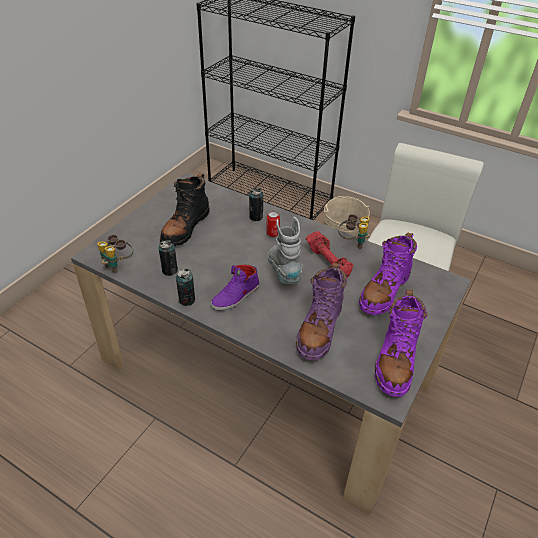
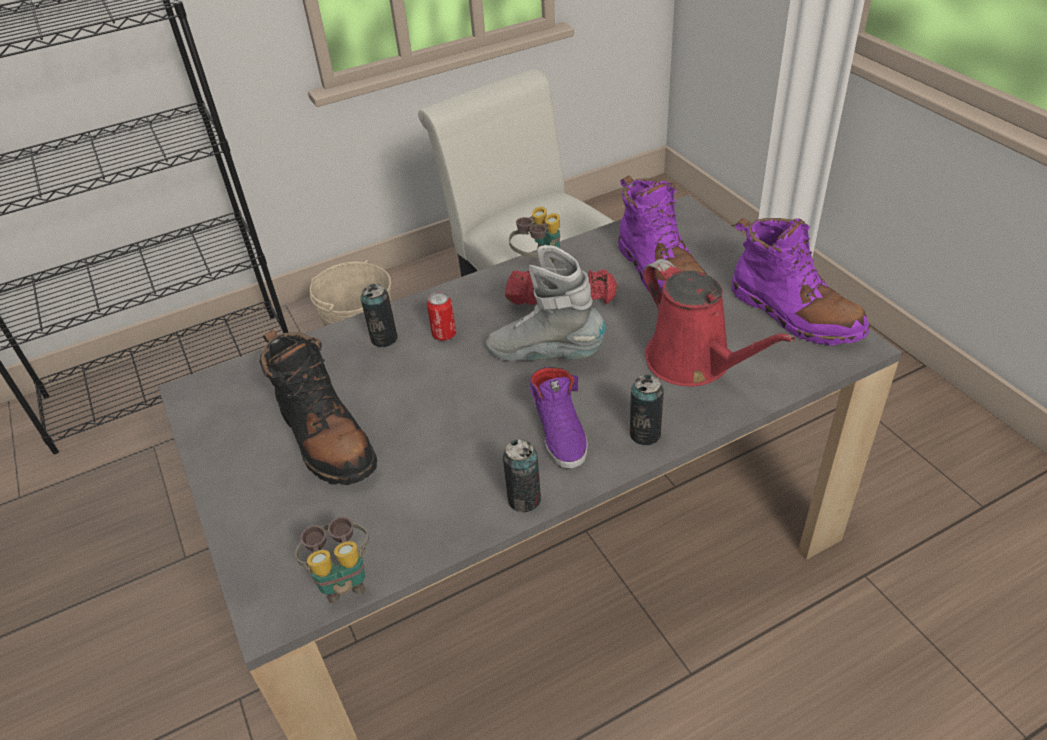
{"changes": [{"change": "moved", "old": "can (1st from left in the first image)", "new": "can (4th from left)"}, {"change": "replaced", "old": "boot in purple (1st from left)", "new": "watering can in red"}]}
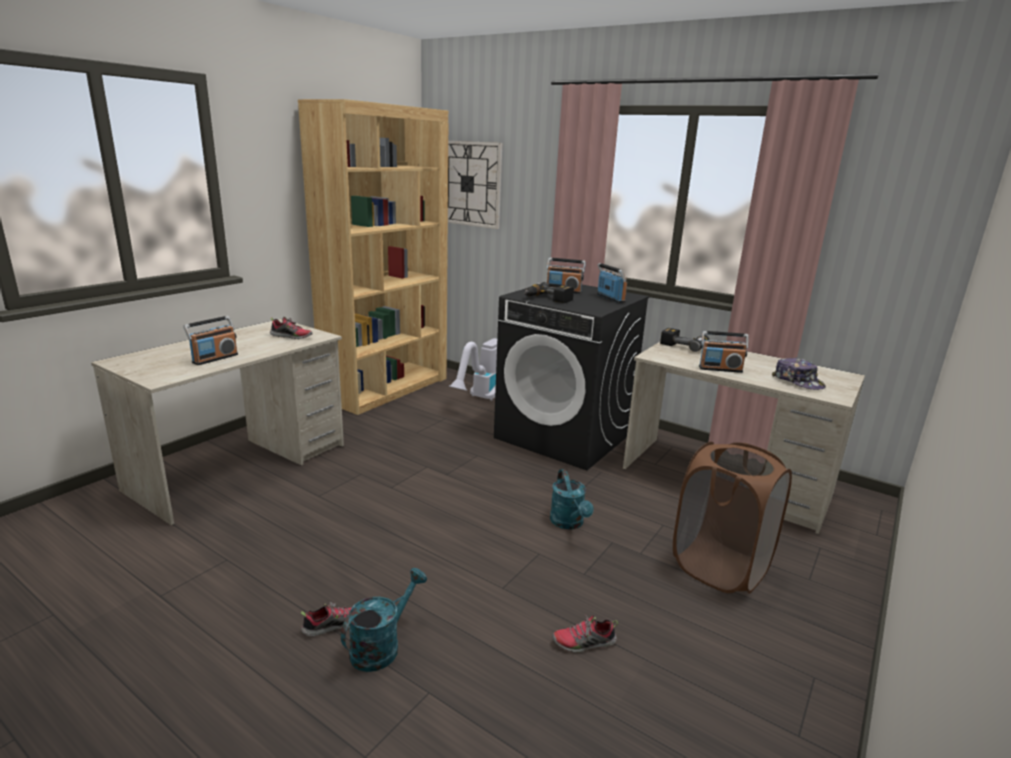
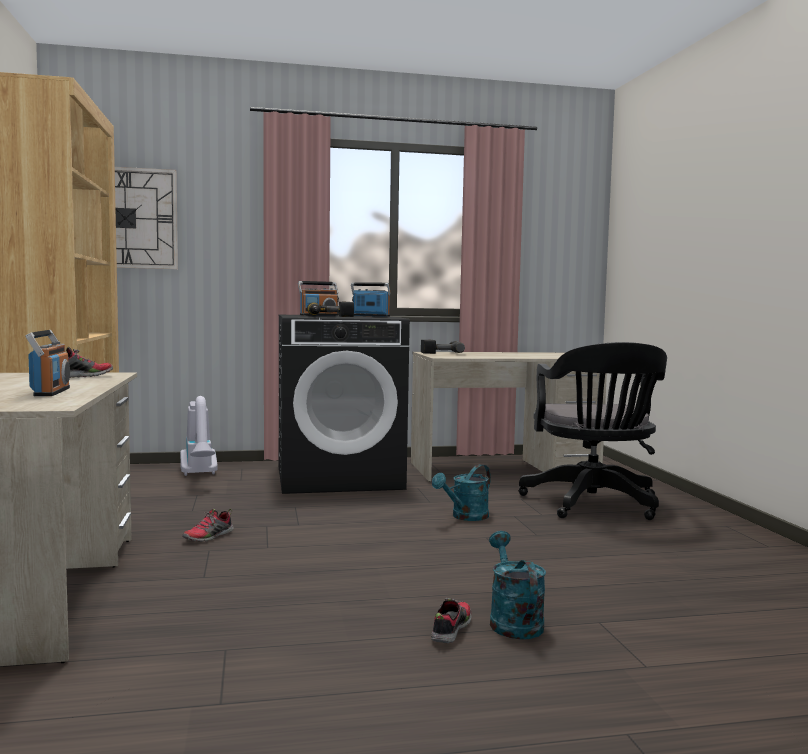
{"changes": [{"change": "removed", "old": "radio (4th from left)"}, {"change": "removed", "old": "cap"}, {"change": "replaced", "old": "laundry basket in brown", "new": "office chair in black"}, {"change": "turned", "old": "watering can in turquoise (2nd from left in the first image)", "degrees": 105}, {"change": "moved", "old": "shoe (3rd from left in the first image)", "new": "shoe (2nd from left)"}]}
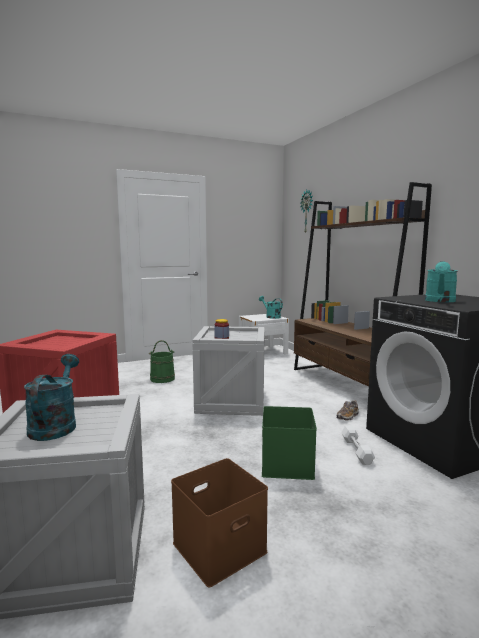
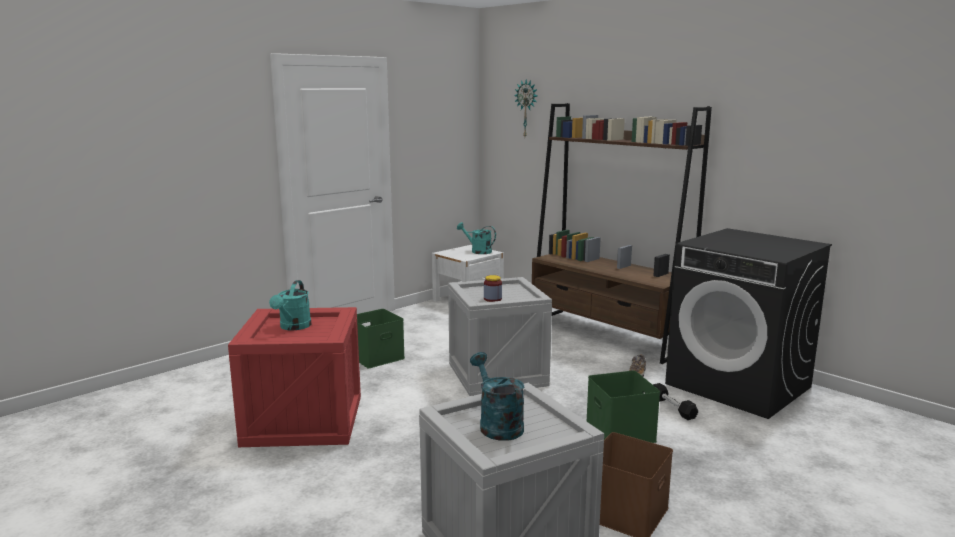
{"changes": [{"change": "moved", "old": "watering can in turquoise (3rd from left in the first image)", "new": "watering can in turquoise (1st from left)"}, {"change": "replaced", "old": "bucket in green", "new": "storage box in green (1st from left)"}, {"change": "recoloured", "old": "dumbbell in white", "new": "dumbbell in black"}]}
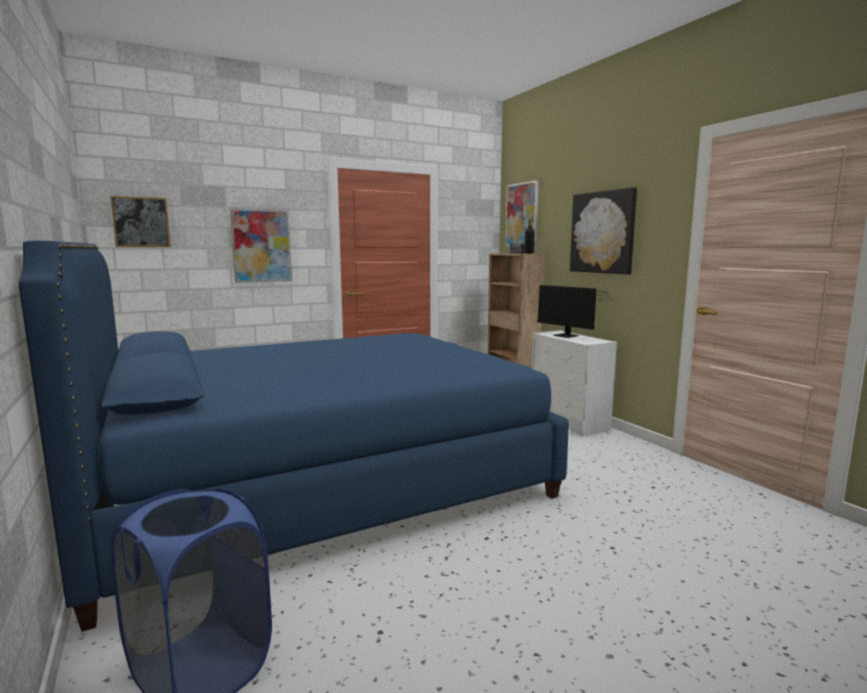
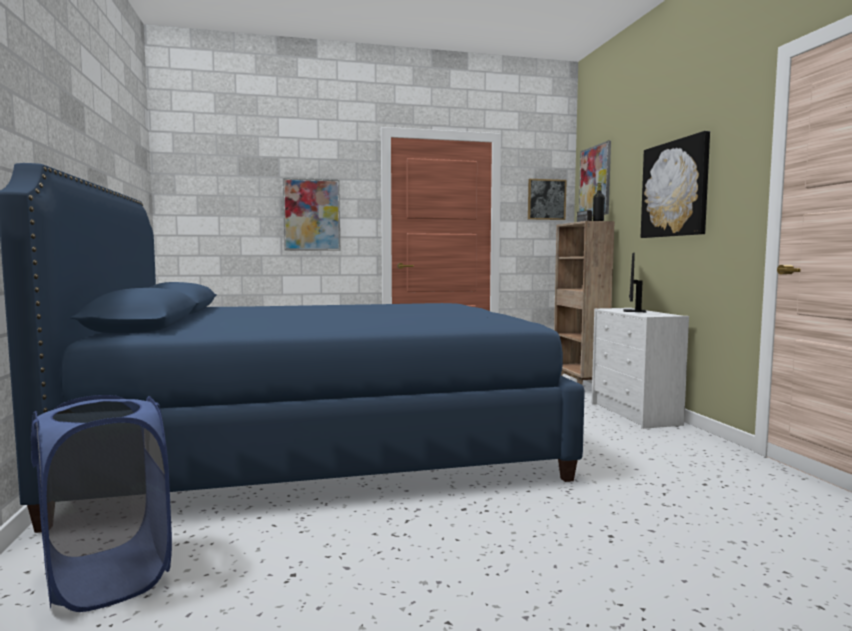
{"changes": [{"change": "moved", "old": "picture (1st from left in the first image)", "new": "picture (2nd from left)"}, {"change": "turned", "old": "monitor", "degrees": 45}]}
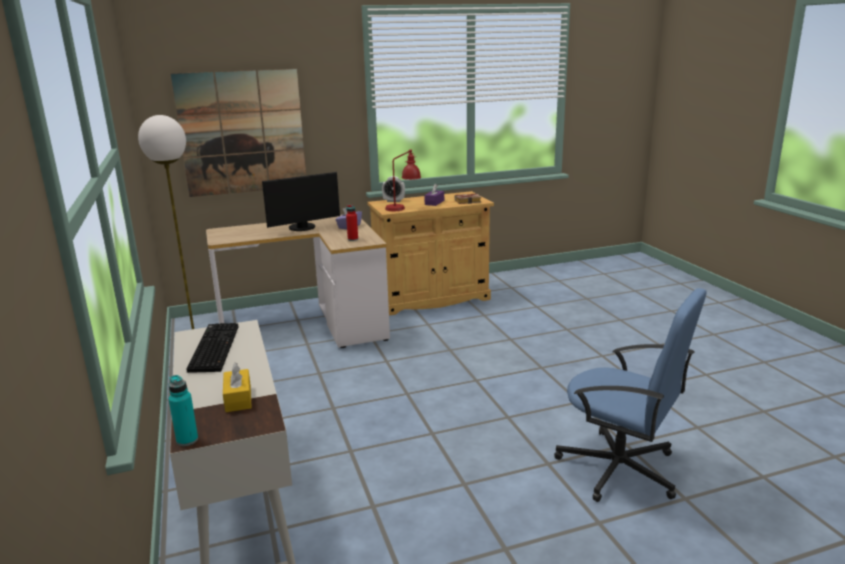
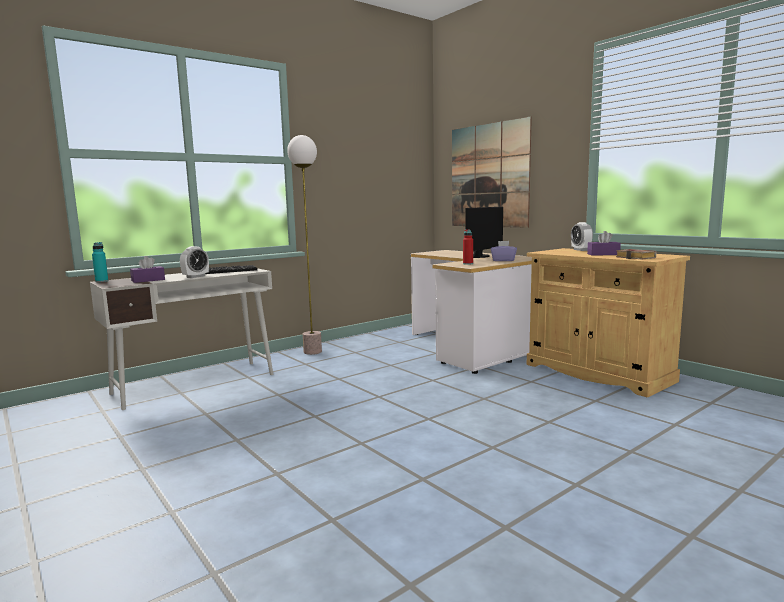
{"changes": [{"change": "removed", "old": "table lamp in red"}, {"change": "turned", "old": "monitor", "degrees": -90}, {"change": "removed", "old": "office chair in blue"}, {"change": "recoloured", "old": "tissue box in yellow", "new": "tissue box in purple (1st from left)"}, {"change": "added", "new": "alarm clock (1st from left)"}]}
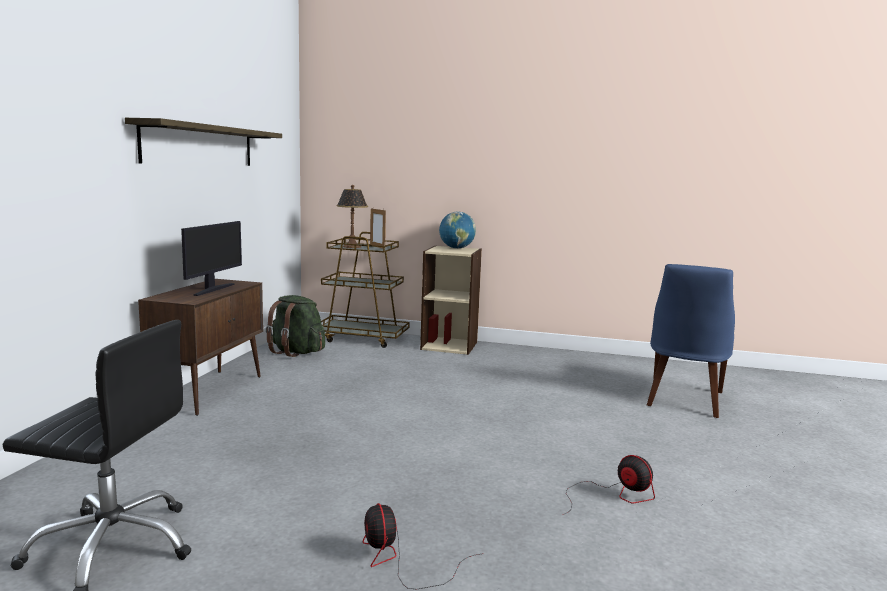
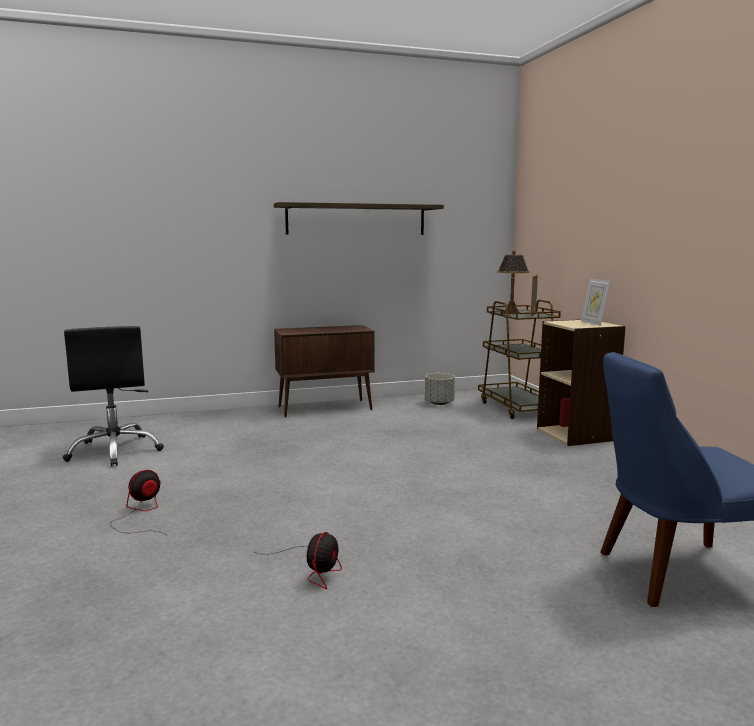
{"changes": [{"change": "replaced", "old": "globe", "new": "picture frame (2nd from left)"}, {"change": "removed", "old": "monitor"}, {"change": "replaced", "old": "backpack in green", "new": "planter in grey"}]}
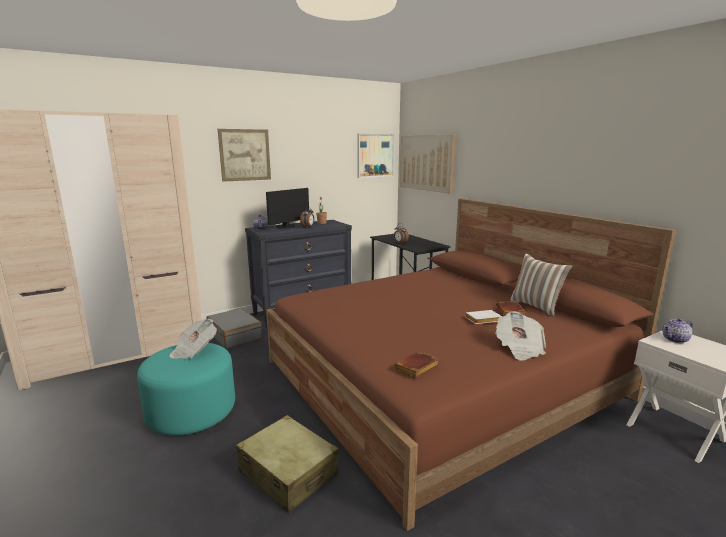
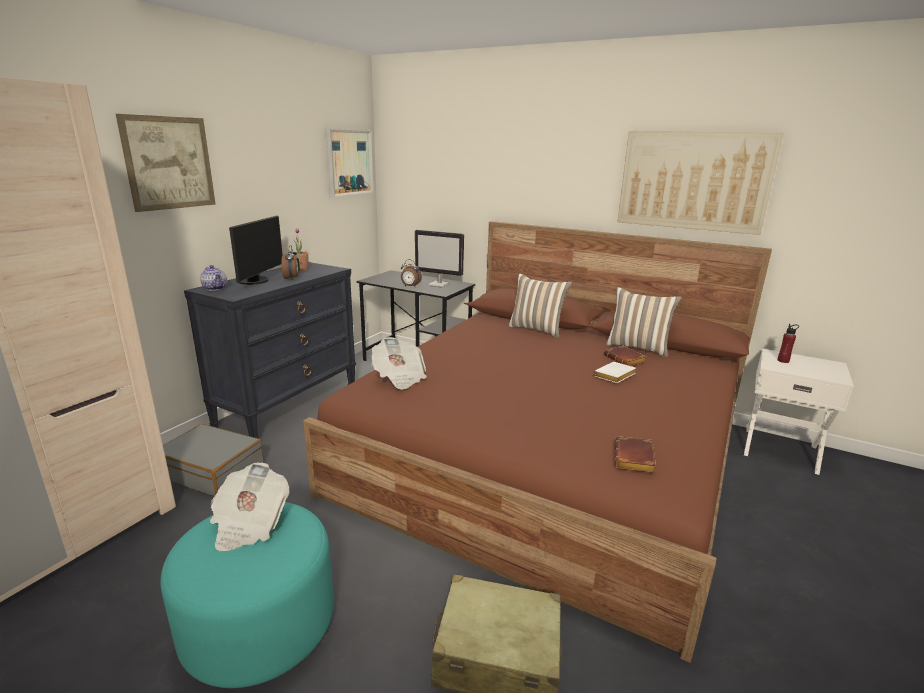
{"changes": [{"change": "moved", "old": "picture (3rd from left)"}, {"change": "moved", "old": "newspaper (2nd from left)"}, {"change": "replaced", "old": "teapot (2nd from left)", "new": "bottle in red"}, {"change": "added", "new": "monitor (2nd from left)"}, {"change": "added", "new": "pillow (1st from left)"}]}
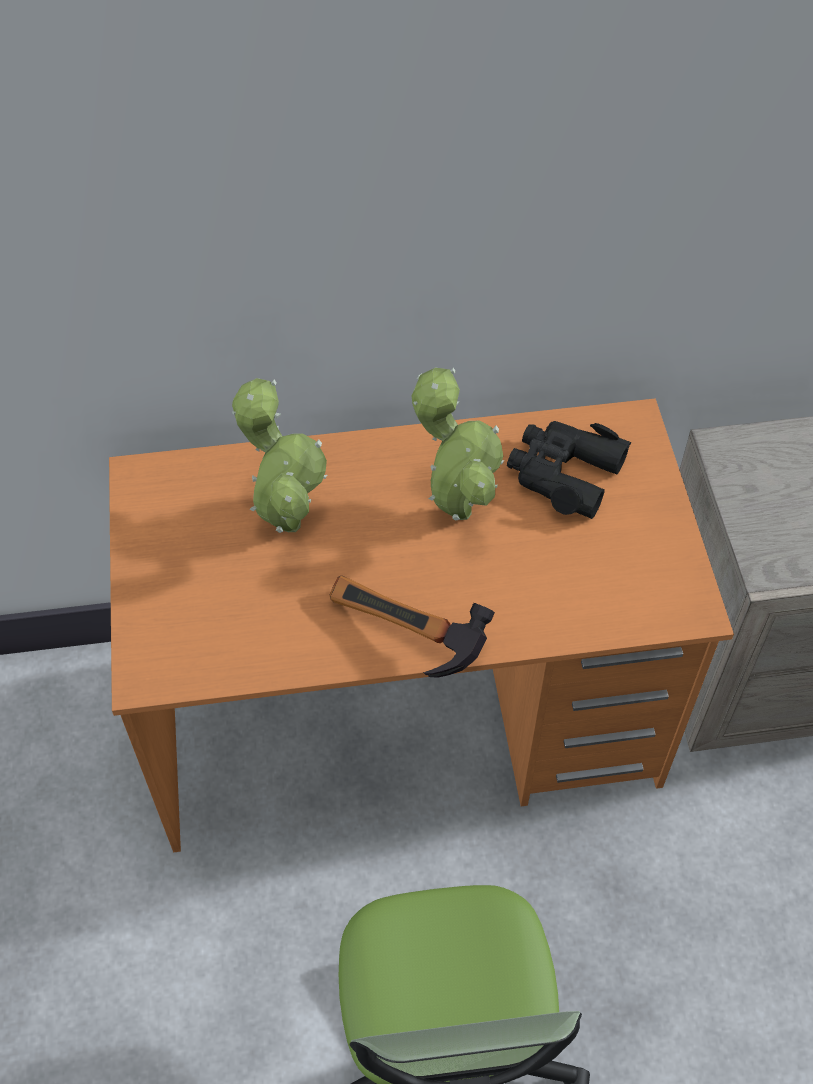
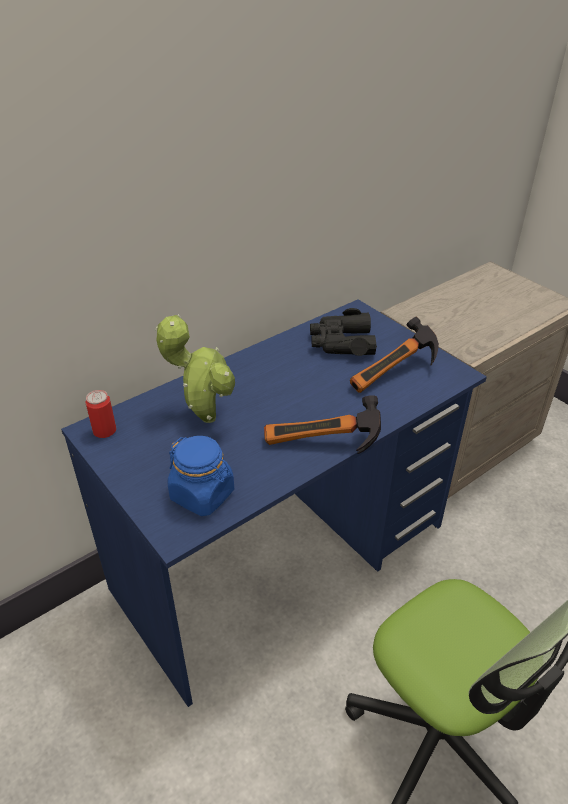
{"changes": [{"change": "removed", "old": "potted plant (2nd from left)"}, {"change": "recoloured", "old": "desk in orange", "new": "desk in blue"}, {"change": "added", "new": "hammer (2nd from left)"}, {"change": "added", "new": "can"}, {"change": "added", "new": "jar in blue"}]}
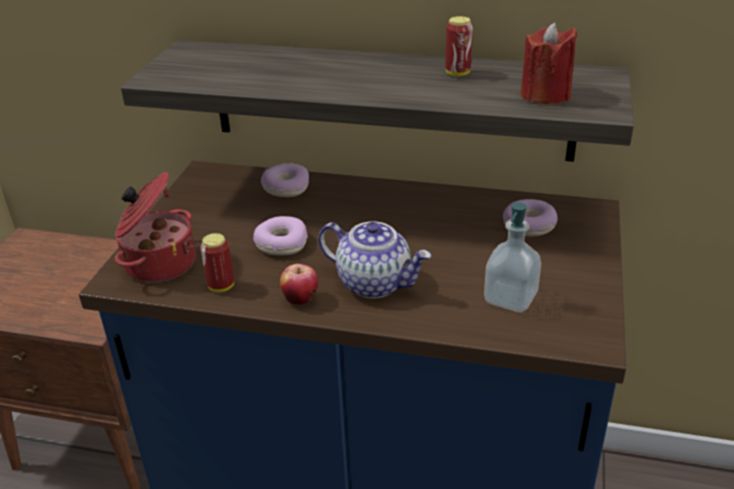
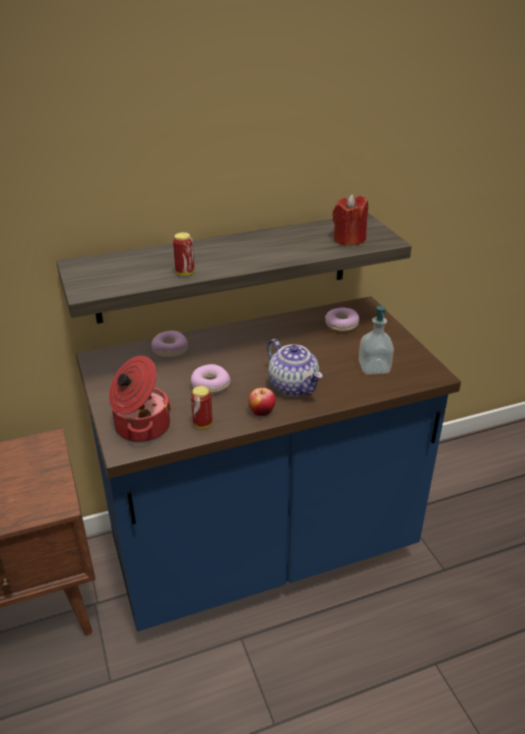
{"changes": [{"change": "moved", "old": "can (2nd from left in the first image)", "new": "can (1st from left)"}, {"change": "turned", "old": "teapot", "degrees": 60}]}
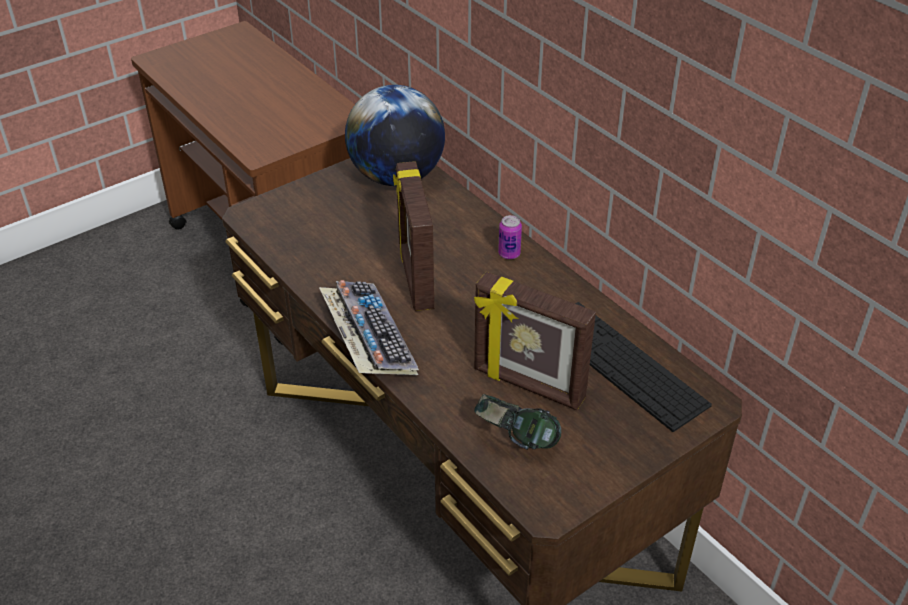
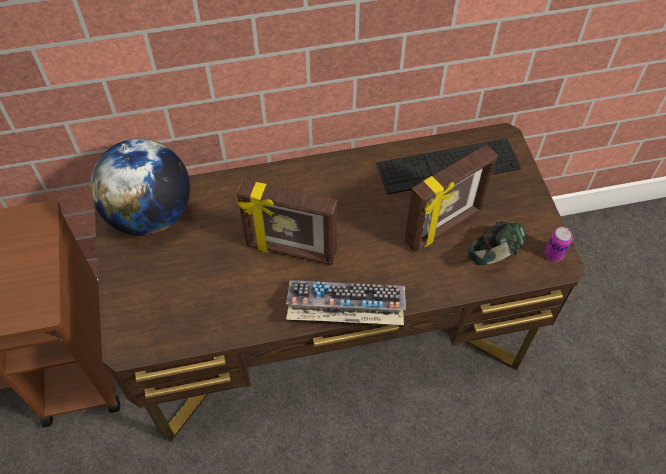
{"changes": [{"change": "moved", "old": "can"}]}
